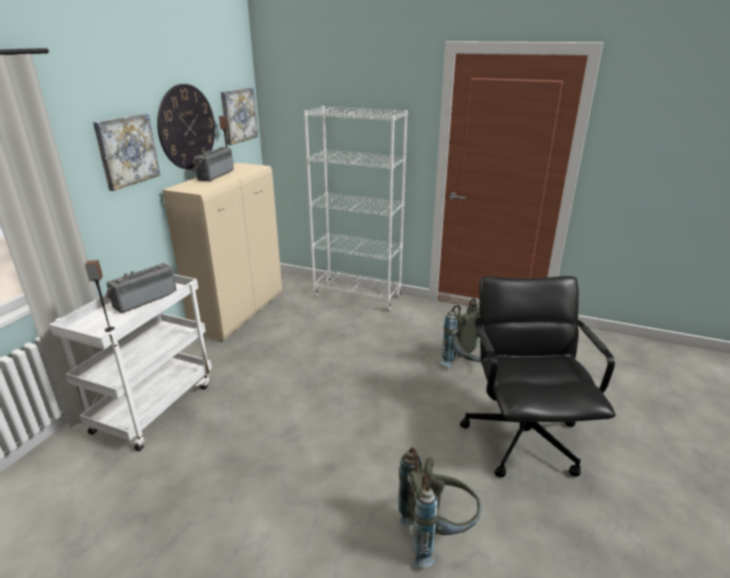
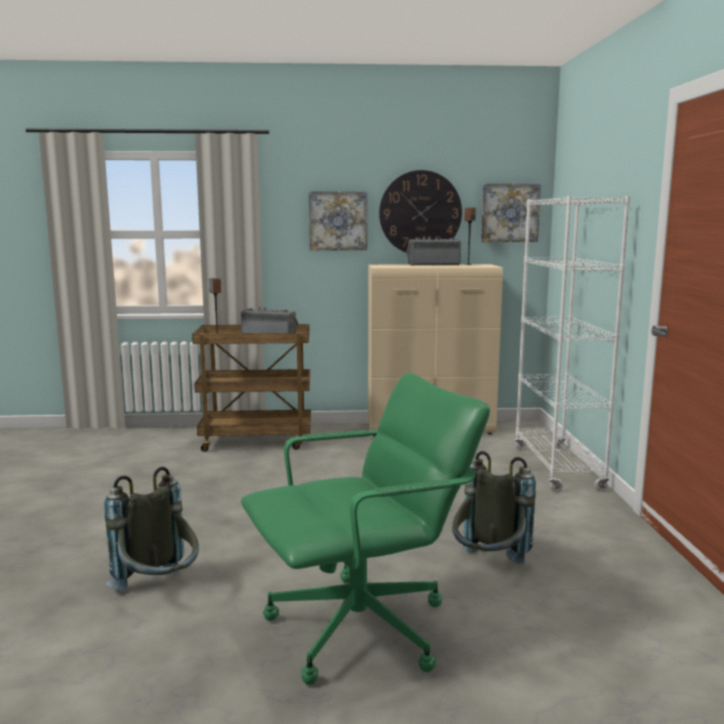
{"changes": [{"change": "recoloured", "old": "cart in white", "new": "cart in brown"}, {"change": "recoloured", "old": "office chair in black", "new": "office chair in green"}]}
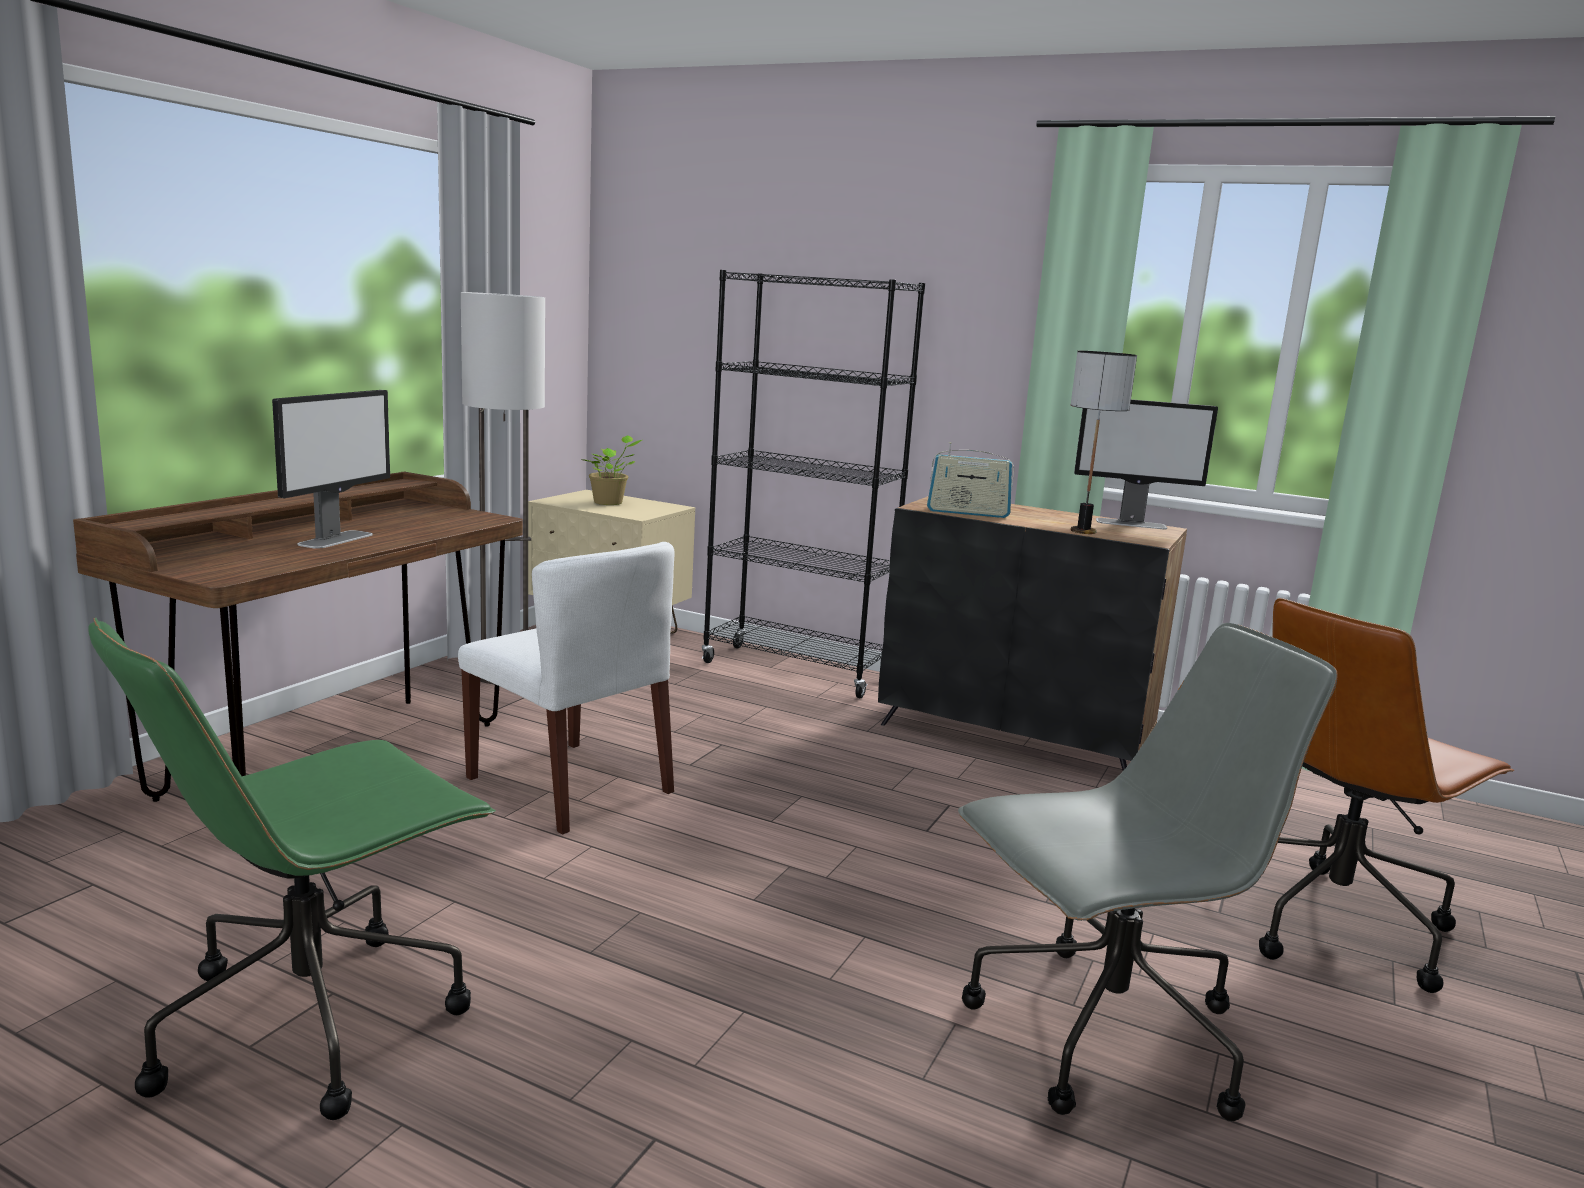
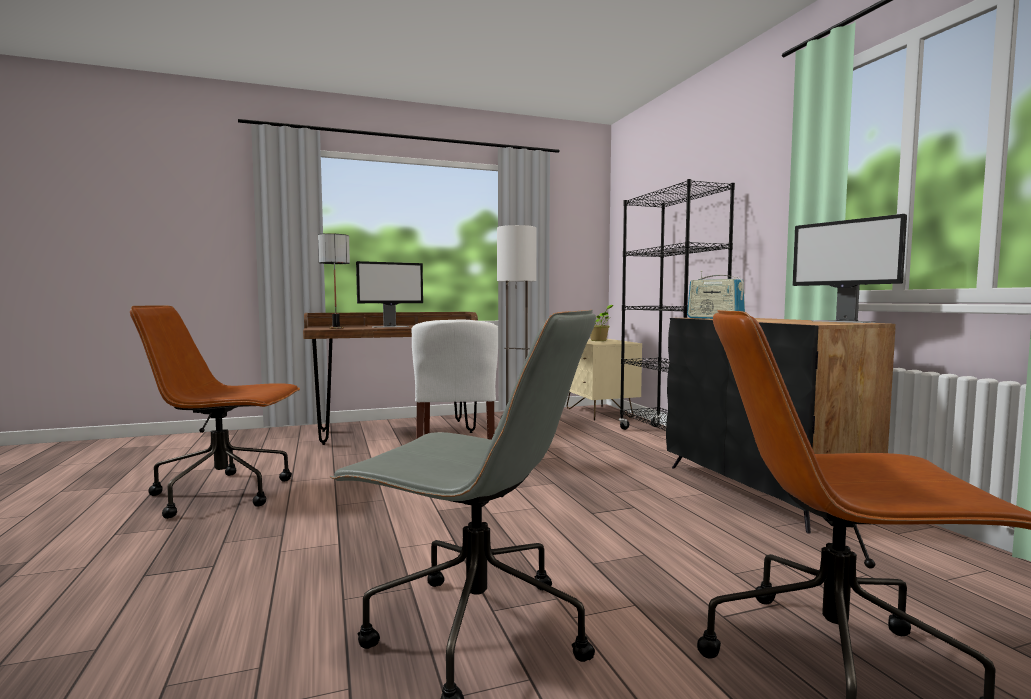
{"changes": [{"change": "moved", "old": "table lamp"}, {"change": "recoloured", "old": "office chair in green", "new": "office chair in brown (1st from left)"}]}
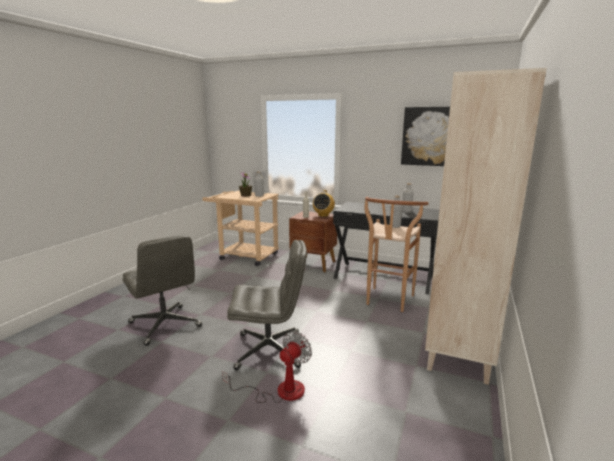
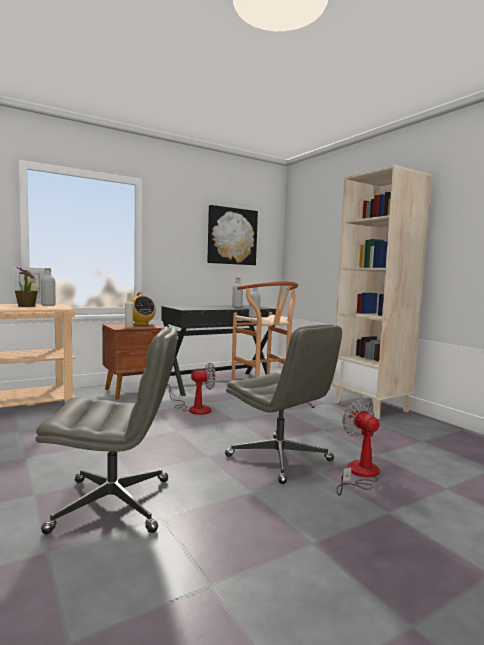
{"changes": [{"change": "turned", "old": "office chair in grey (2nd from left)", "degrees": 105}, {"change": "added", "new": "fan (1st from left)"}]}
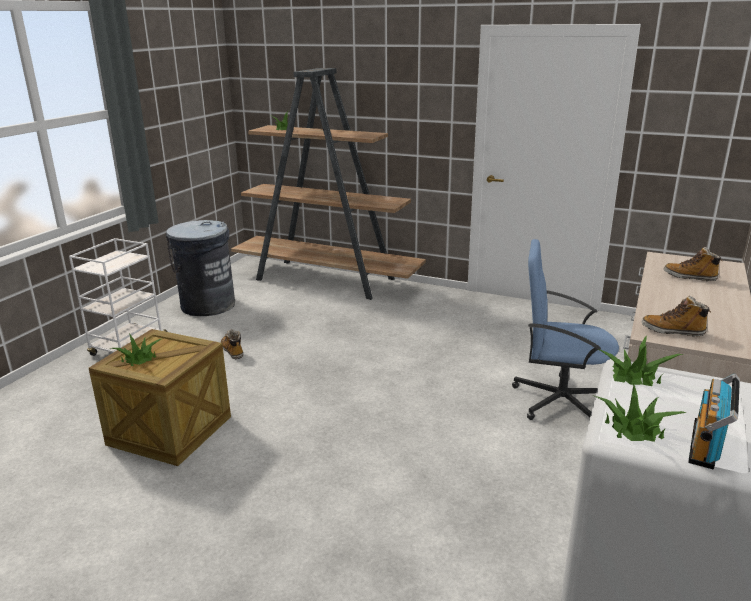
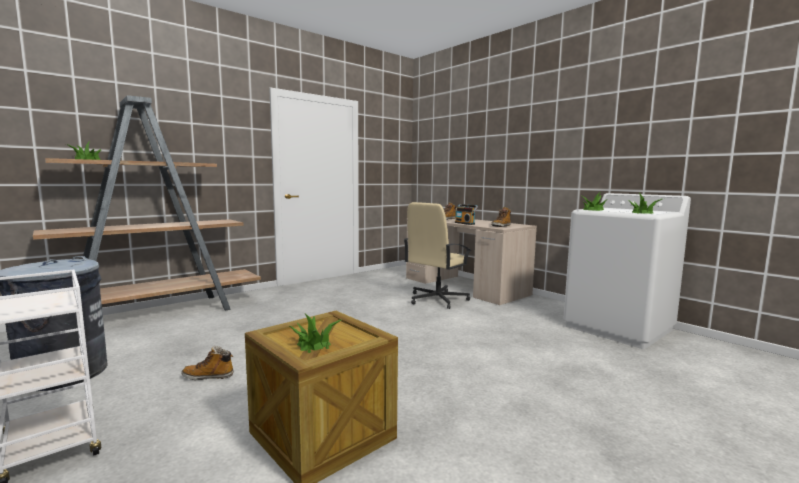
{"changes": [{"change": "recoloured", "old": "office chair in blue", "new": "office chair in beige"}, {"change": "moved", "old": "radio"}]}
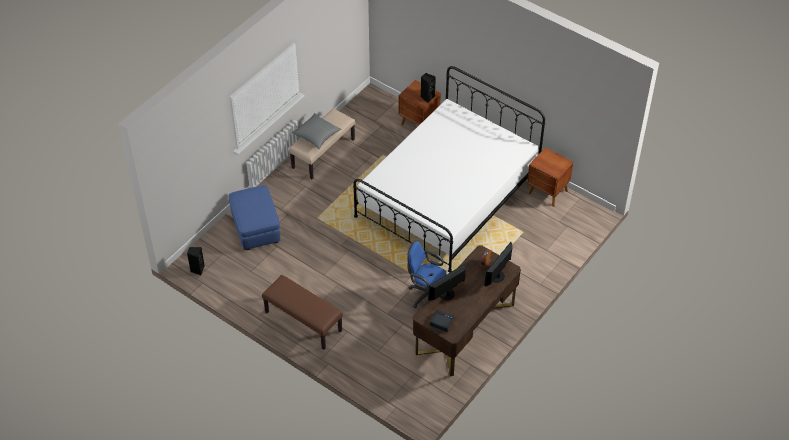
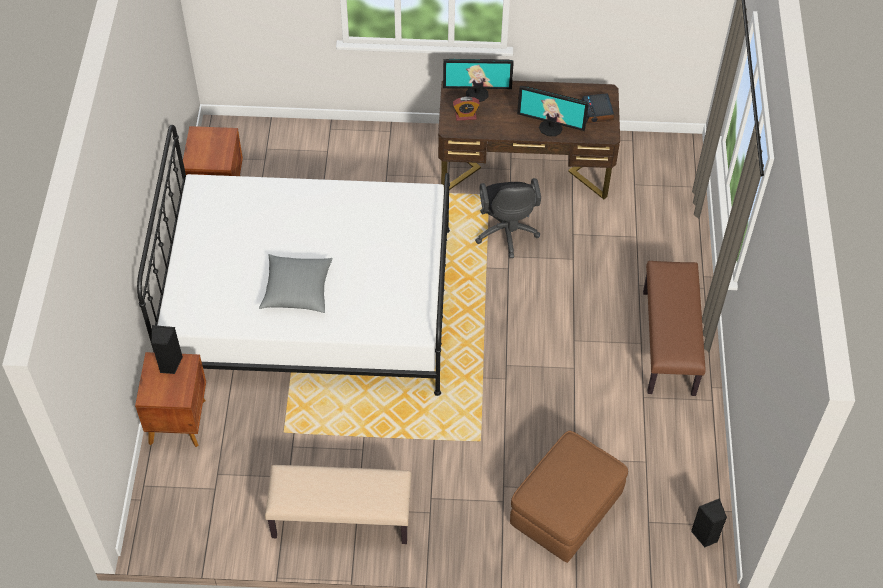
{"changes": [{"change": "moved", "old": "pillow in grey"}, {"change": "recoloured", "old": "ottoman in blue", "new": "ottoman in brown"}, {"change": "recoloured", "old": "office chair in blue", "new": "office chair in black"}]}
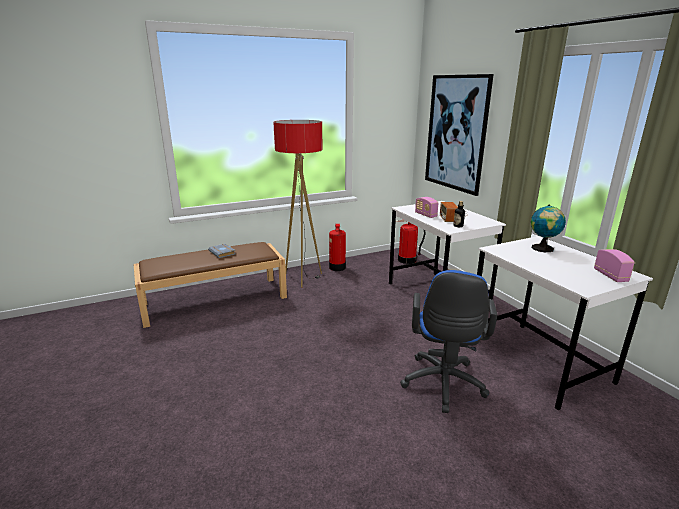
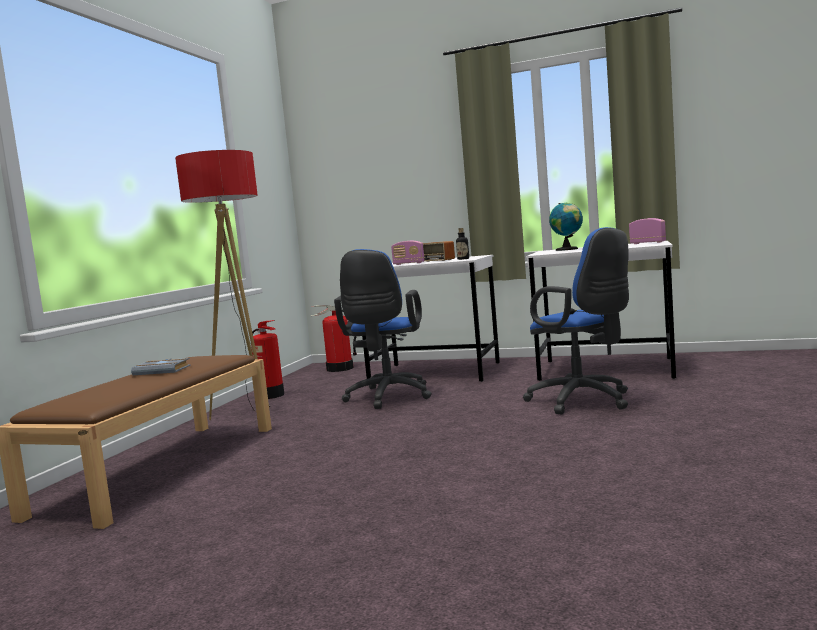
{"changes": [{"change": "removed", "old": "picture"}, {"change": "added", "new": "office chair in blue (1st from left)"}]}
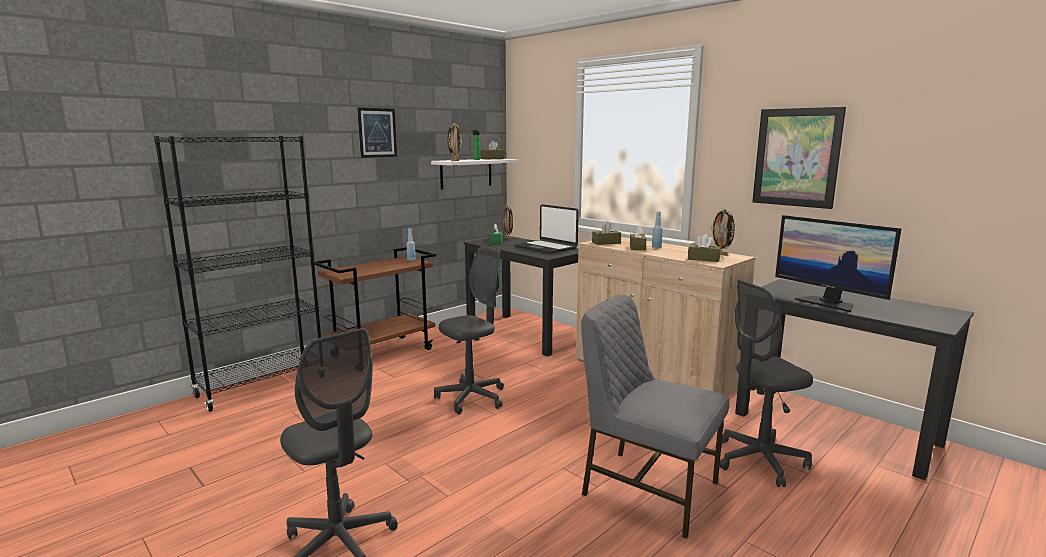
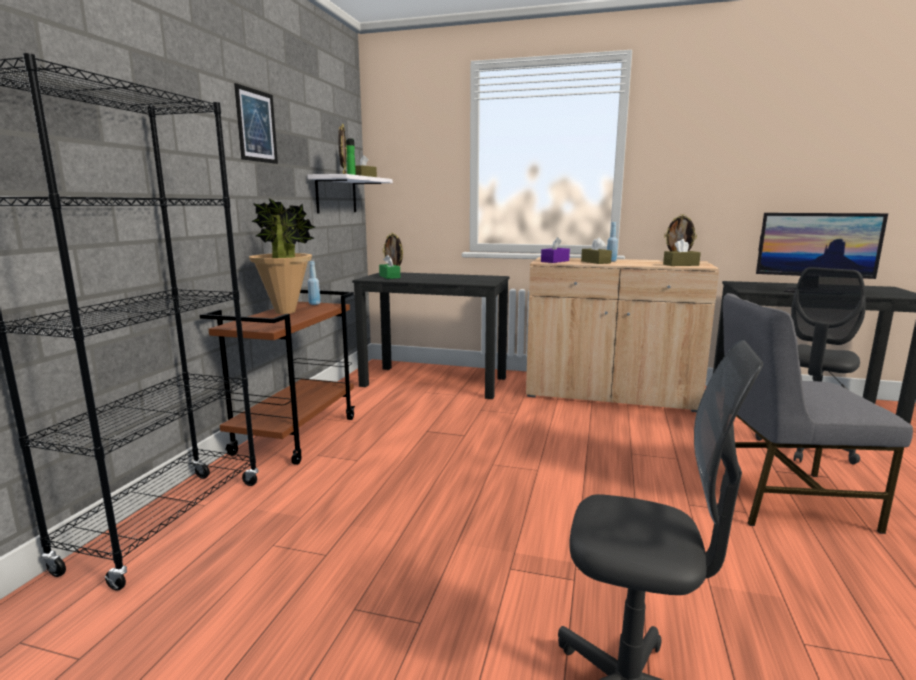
{"changes": [{"change": "removed", "old": "picture (2nd from left)"}, {"change": "removed", "old": "laptop"}, {"change": "recoloured", "old": "tissue box in brown (2nd from left)", "new": "tissue box in purple"}, {"change": "removed", "old": "office chair in grey (2nd from left)"}, {"change": "added", "new": "potted plant"}]}
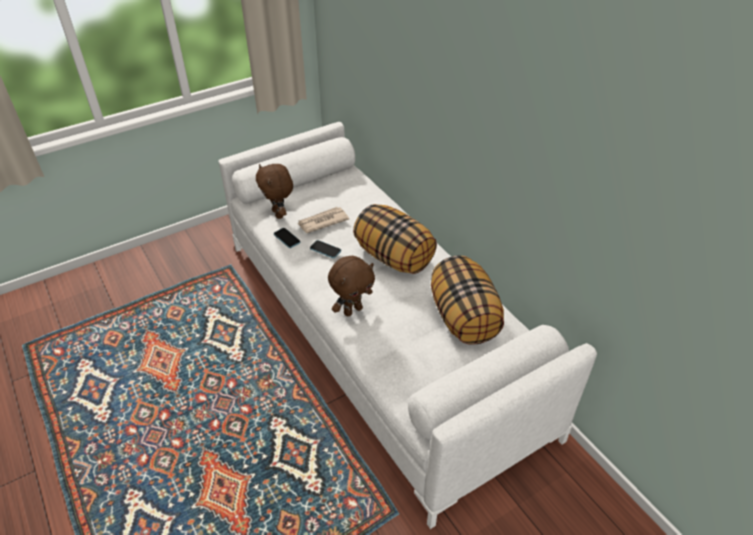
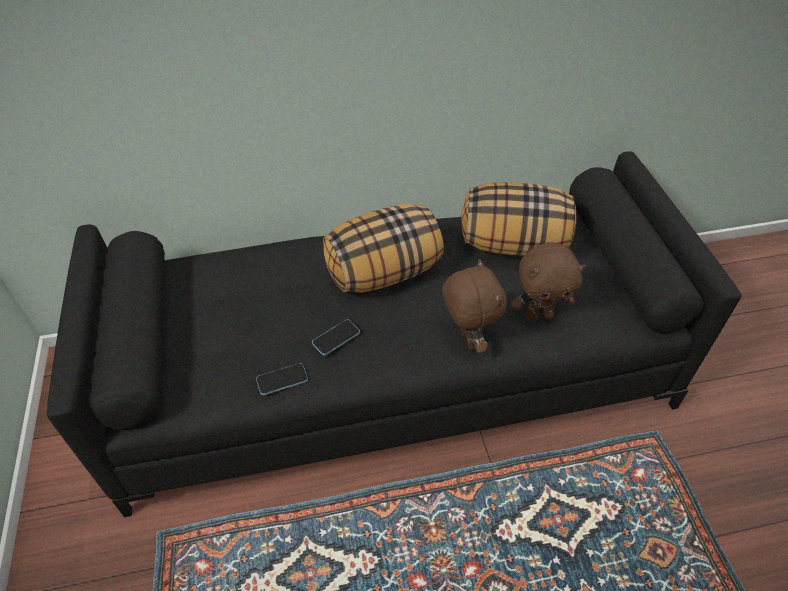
{"changes": [{"change": "recoloured", "old": "sofa in white", "new": "sofa in black"}, {"change": "moved", "old": "plush toy in brown (1st from left in the first image)", "new": "plush toy in brown (2nd from left)"}, {"change": "removed", "old": "newspaper"}]}
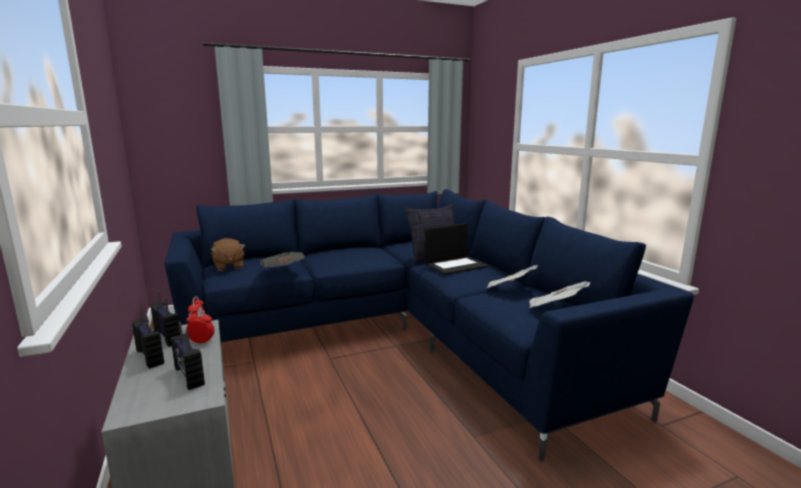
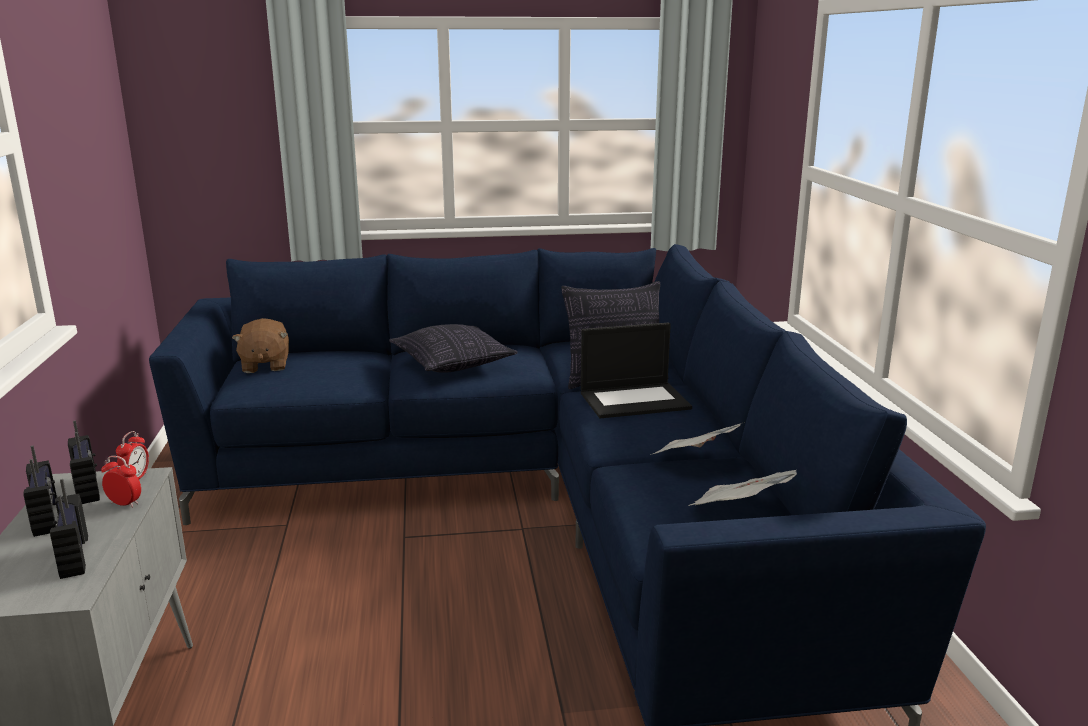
{"changes": [{"change": "removed", "old": "newspaper (1st from left)"}, {"change": "added", "new": "pillow (1st from left)"}]}
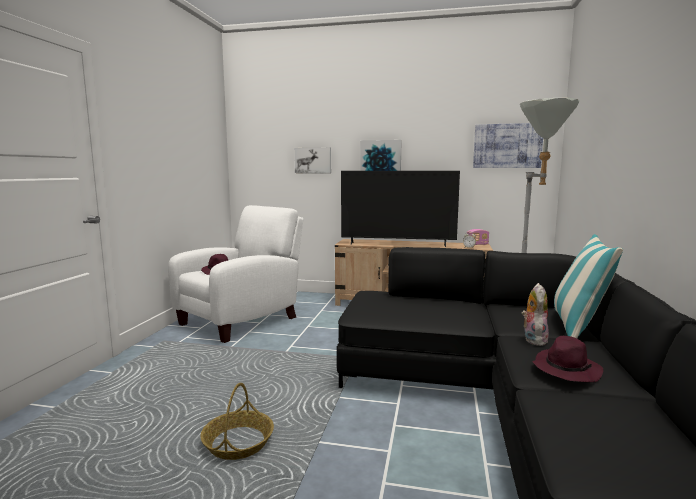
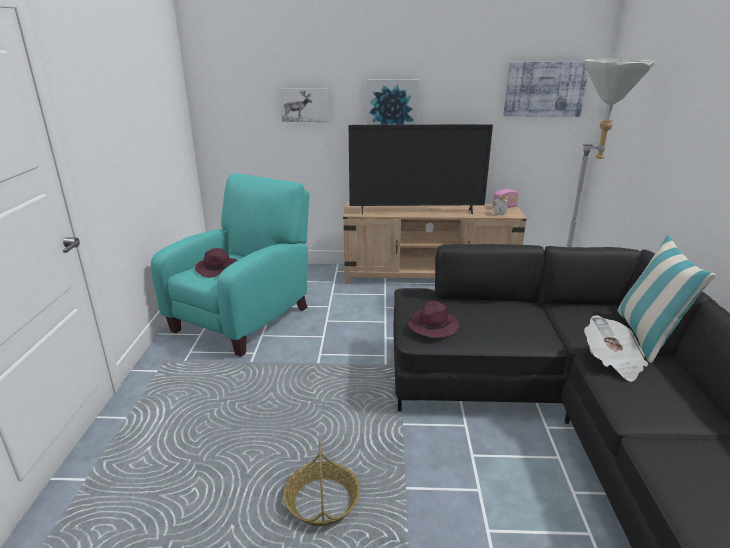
{"changes": [{"change": "recoloured", "old": "armchair in white", "new": "armchair in turquoise"}, {"change": "replaced", "old": "plush toy", "new": "newspaper"}, {"change": "moved", "old": "hat in purple (2nd from left)"}]}
